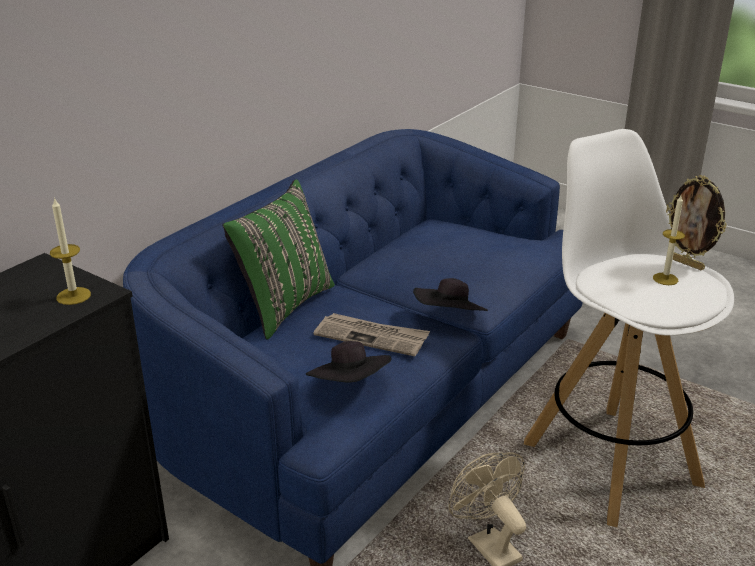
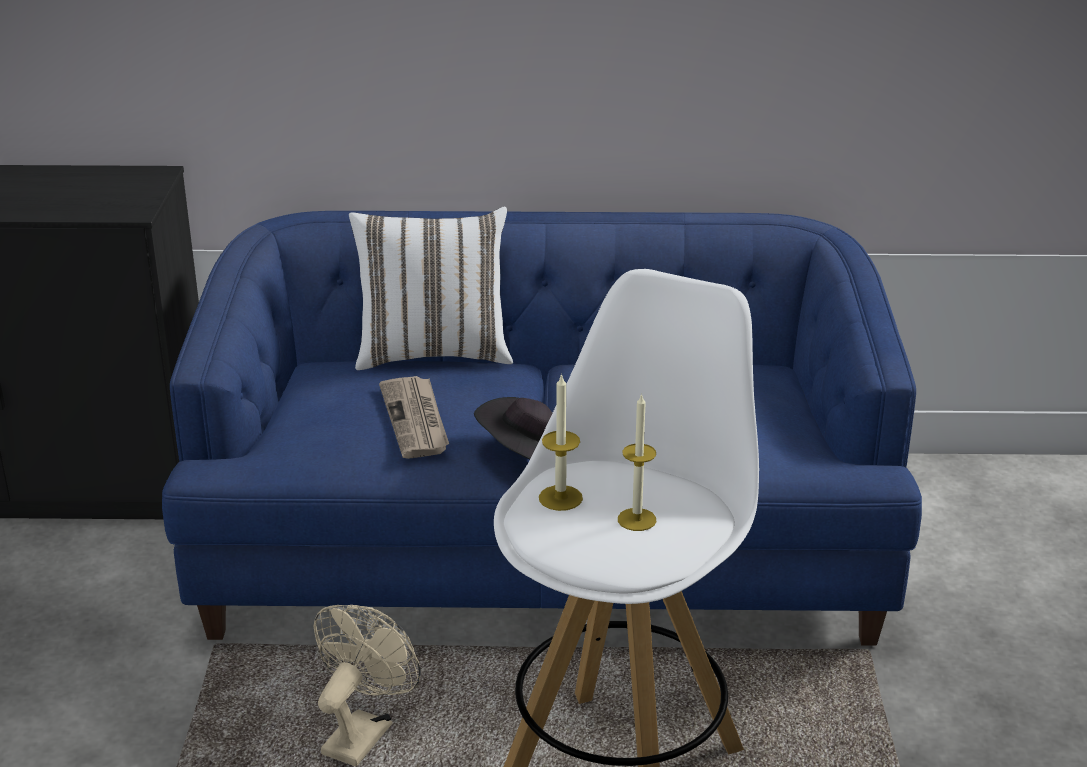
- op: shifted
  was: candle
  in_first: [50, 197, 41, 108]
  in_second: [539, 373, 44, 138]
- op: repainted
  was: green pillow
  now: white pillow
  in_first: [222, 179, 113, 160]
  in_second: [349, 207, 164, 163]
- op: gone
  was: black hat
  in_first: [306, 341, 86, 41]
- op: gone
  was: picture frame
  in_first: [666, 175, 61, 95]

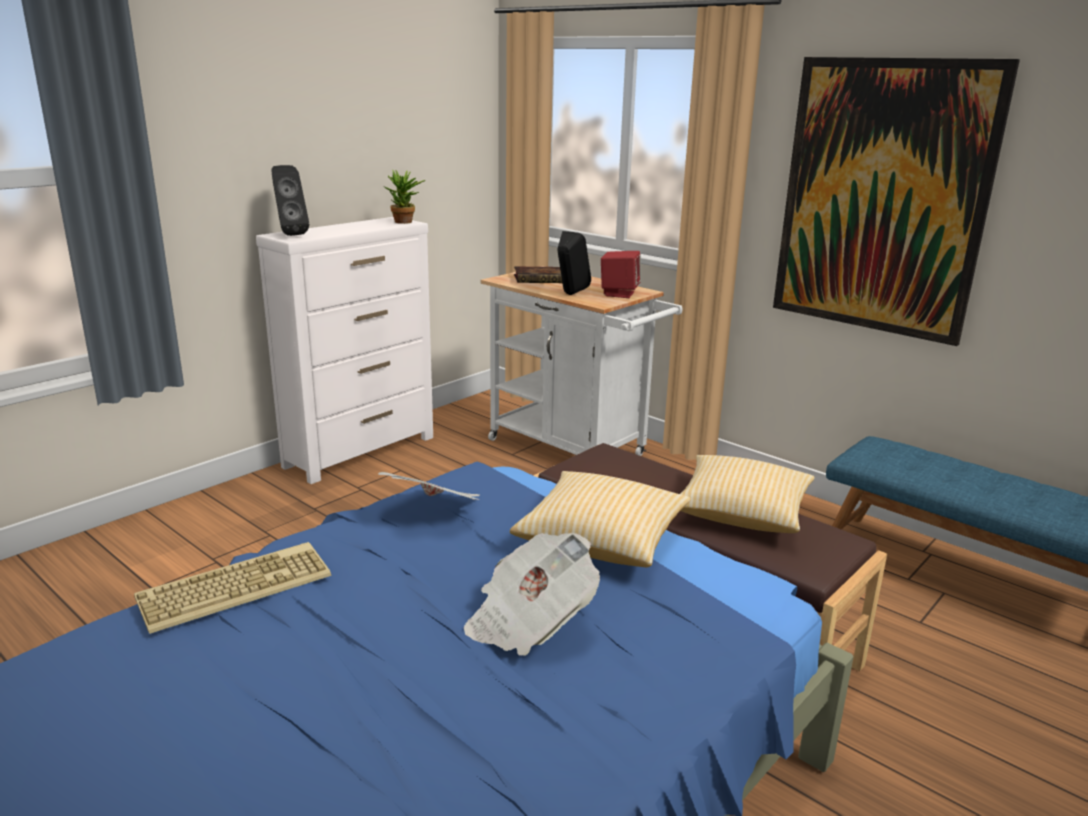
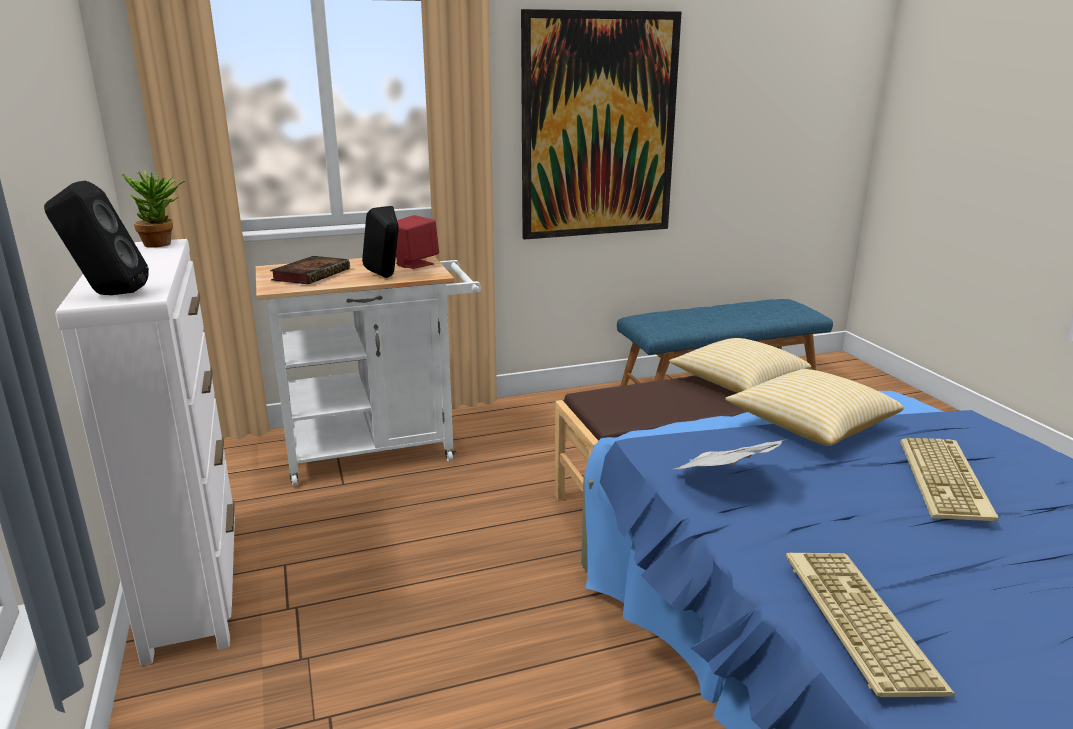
- op: swapped
  was: newspaper
  now: keyboard
  in_first: [464, 533, 136, 123]
  in_second: [900, 438, 99, 83]

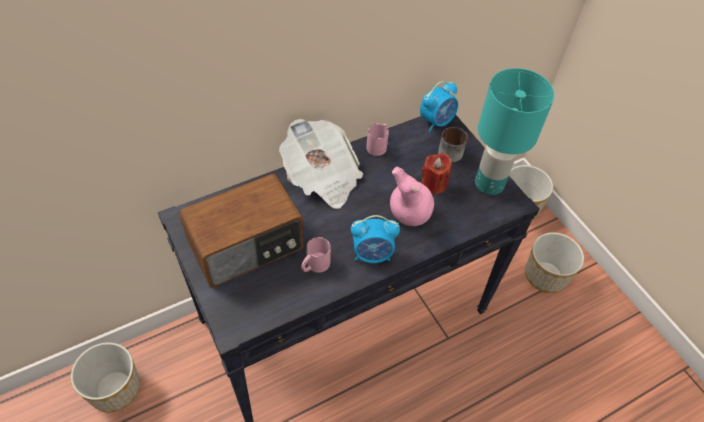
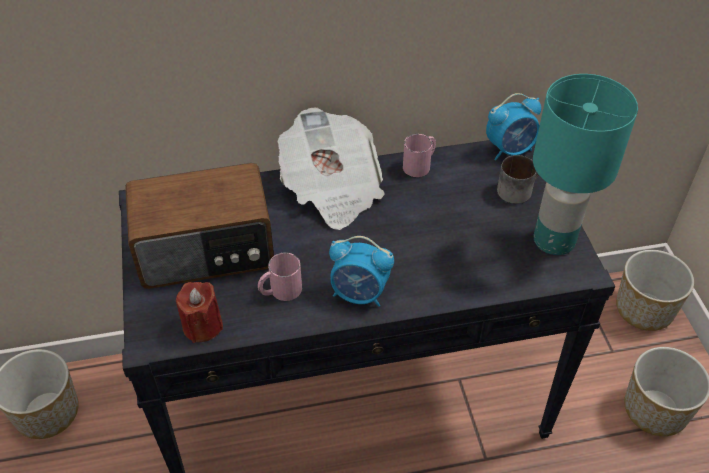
- op: gone
  was: pink vase
  in_first: [390, 167, 44, 59]
- op: shifted
  was: red candle
  in_first: [421, 153, 31, 42]
  in_second: [176, 282, 47, 61]

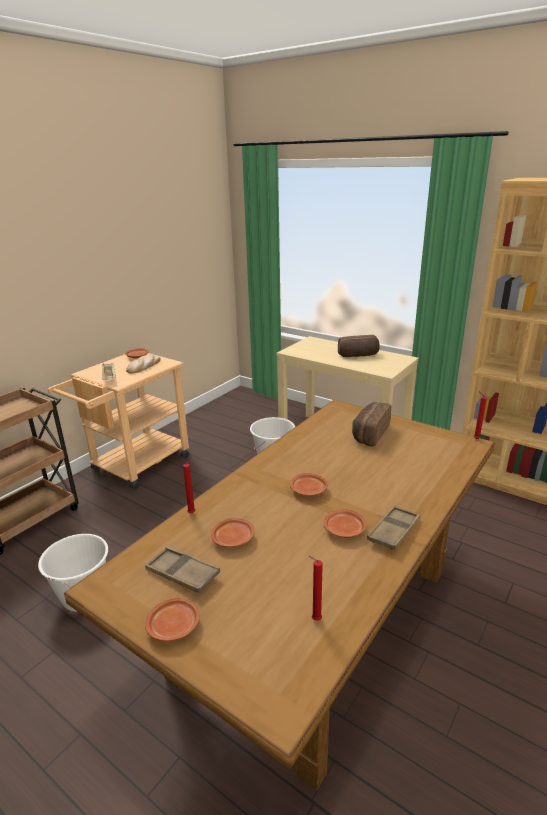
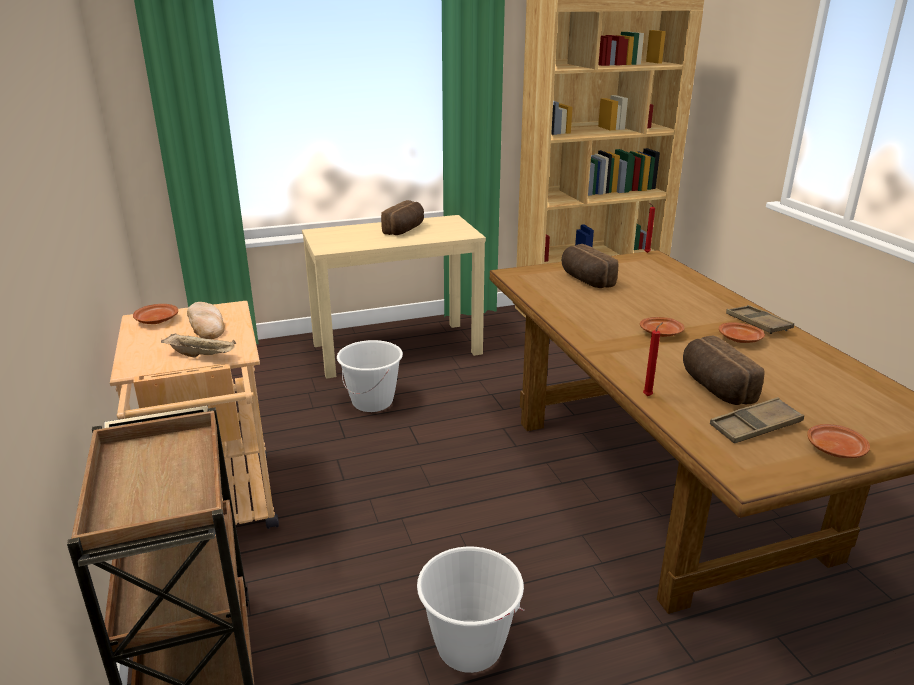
- op: swapped
  was: brown plate
  now: bread
  in_first: [211, 518, 44, 29]
  in_second: [683, 336, 81, 69]
- op: gone
  was: red candle
  in_first: [309, 556, 14, 65]

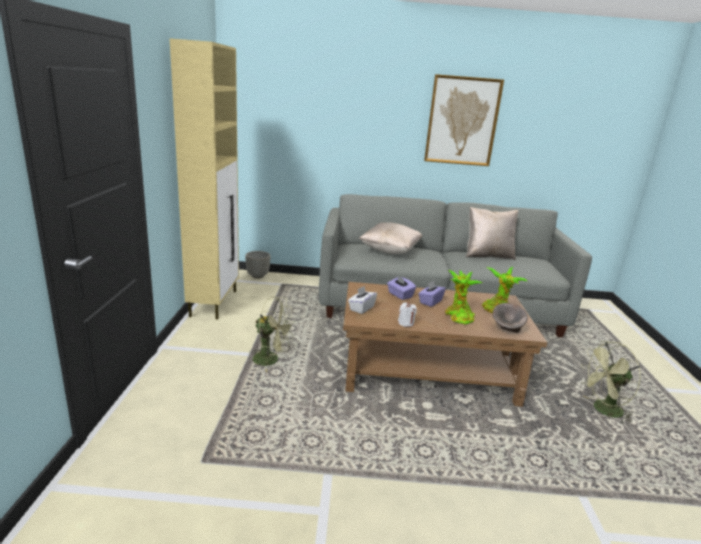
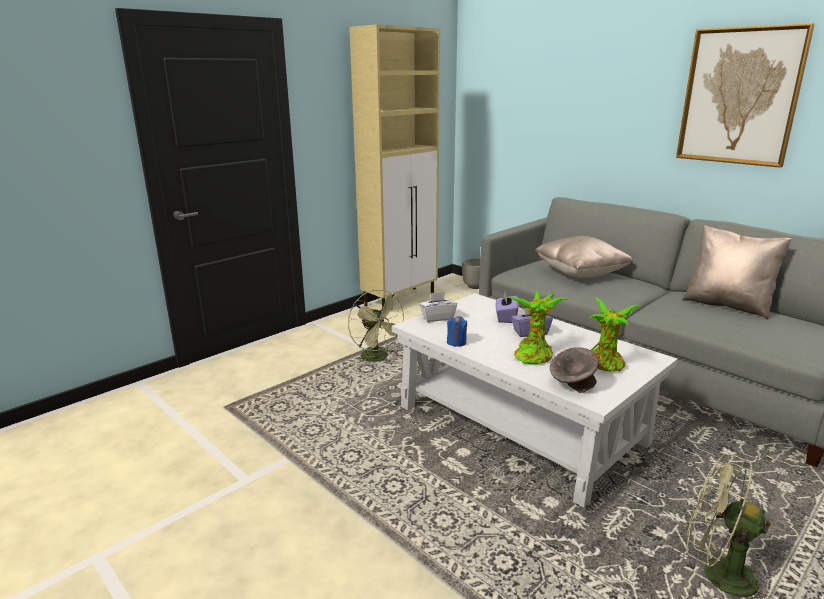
- op: repainted
  was: brown coffee table
  now: white coffee table
  in_first: [343, 282, 204, 125]
  in_second: [392, 293, 286, 215]
- op: repainted
  was: white candle
  now: blue candle
  in_first: [398, 302, 19, 25]
  in_second: [447, 316, 20, 30]

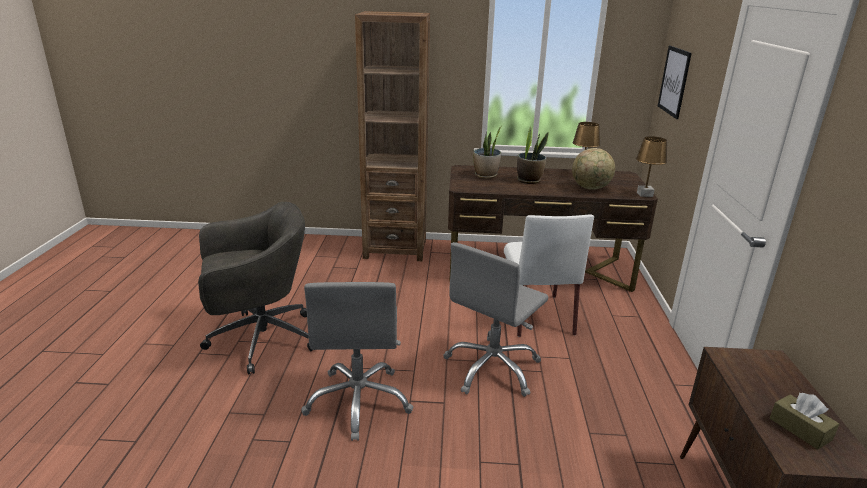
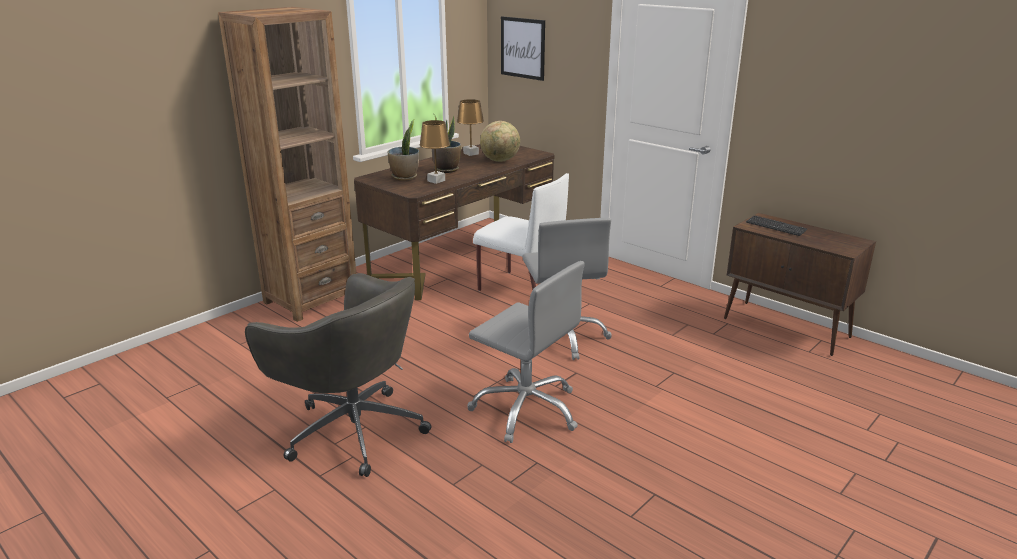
- op: rotated
  was: grey office chair
  in_first: [198, 202, 115, 172]
  in_second: [245, 273, 187, 204]
  clockwise: 105
- op: shifted
  was: brown table lamp
  in_first: [636, 136, 31, 61]
  in_second: [419, 120, 31, 64]
- op: gone
  was: brown tissue box
  in_first: [770, 393, 69, 56]
- op: new
  now: keyboard
  in_second: [746, 215, 61, 21]

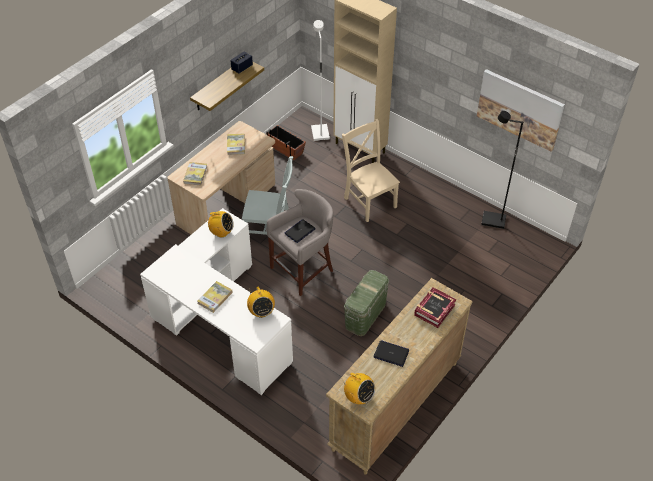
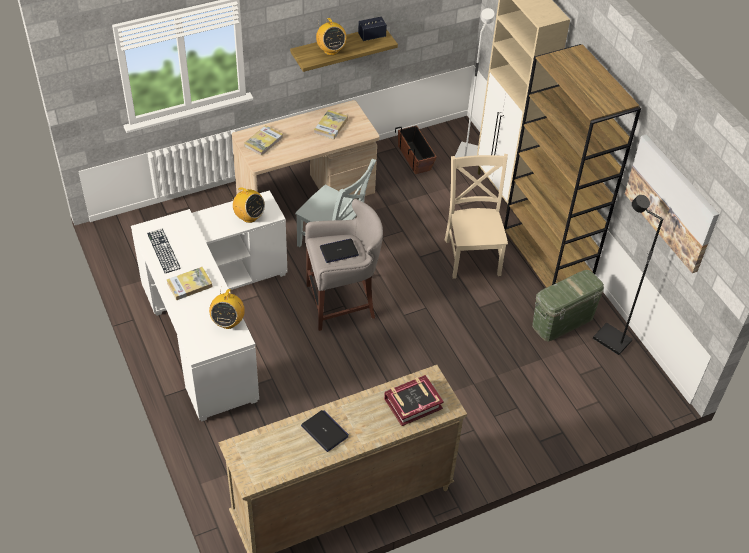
- op: shifted
  was: radio
  in_first: [342, 373, 33, 31]
  in_second: [316, 18, 31, 37]
- op: shifted
  was: green storage box
  in_first: [344, 270, 45, 66]
  in_second: [532, 270, 72, 72]
- op: new
  now: keyboard
  in_second: [147, 229, 34, 44]
- op: new
  now: brown bookcase
  in_second: [504, 44, 137, 244]

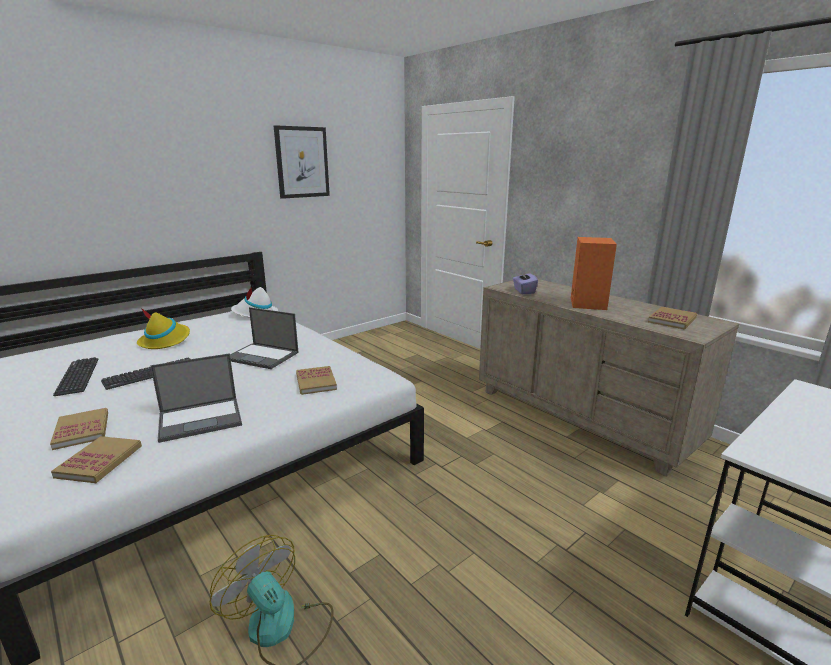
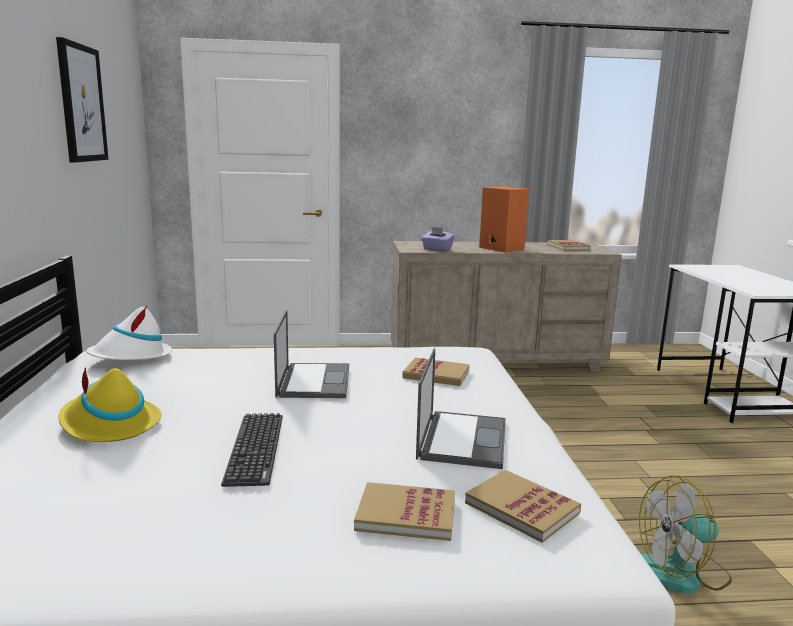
- op: gone
  was: keyboard
  in_first: [53, 357, 45, 39]
- op: rotated
  was: laptop
  in_first: [230, 307, 69, 62]
  in_second: [274, 310, 75, 88]
  clockwise: -60

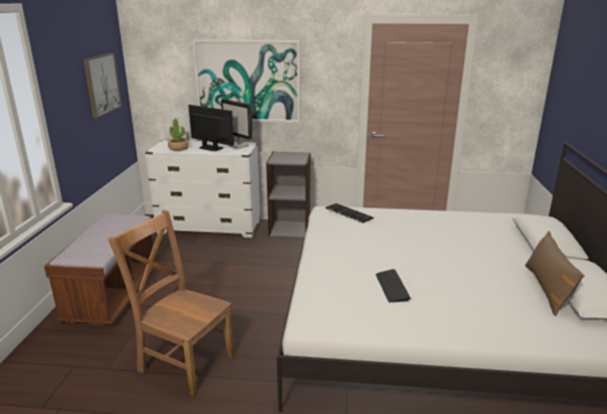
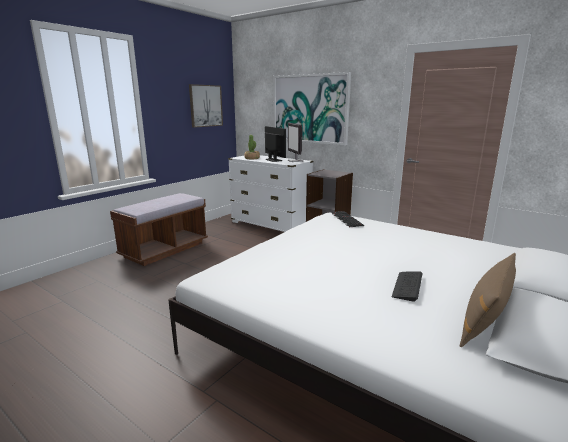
- op: gone
  was: brown chair
  in_first: [108, 210, 126, 186]
- op: shifted
  was: keyboard
  in_first: [376, 269, 34, 33]
  in_second: [392, 271, 31, 31]

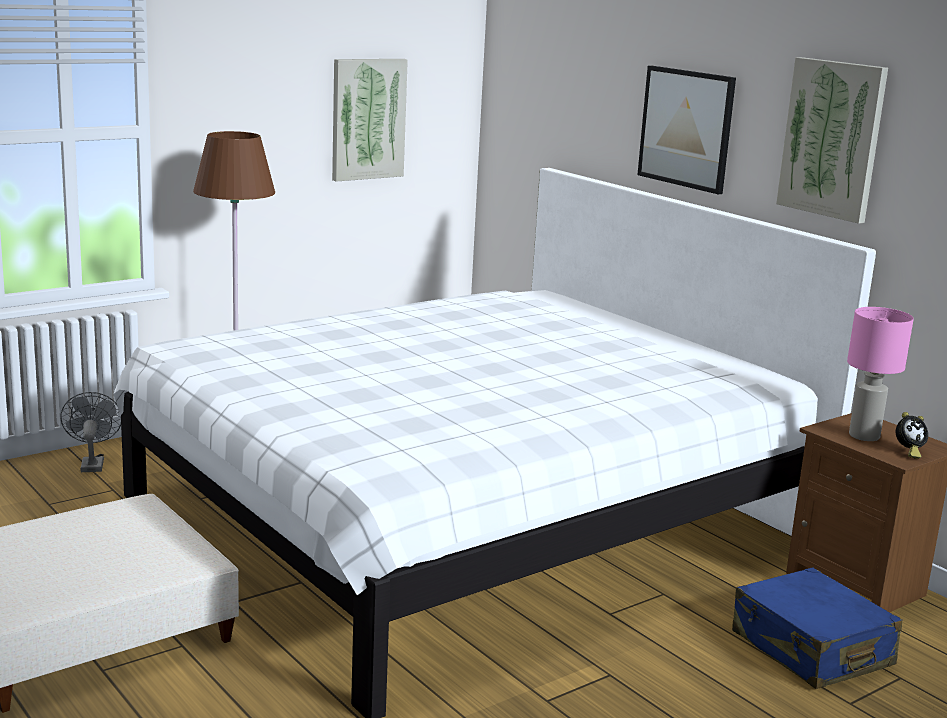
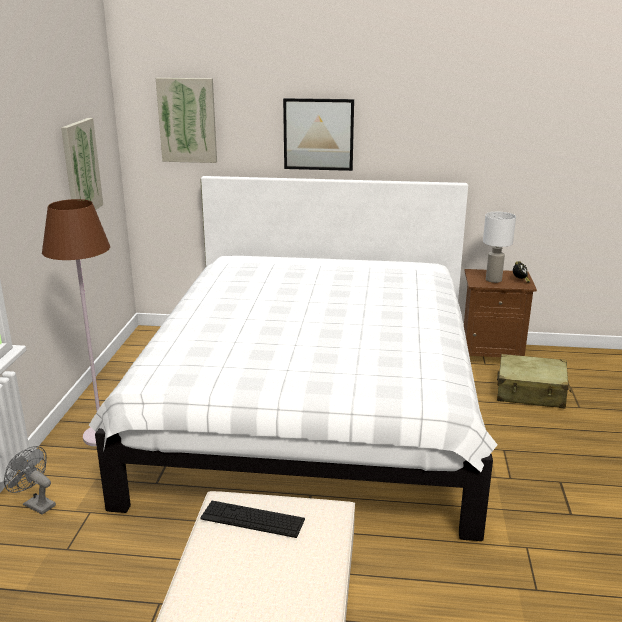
- op: repainted
  was: blue suitcase
  now: beige suitcase
  in_first: [732, 567, 171, 122]
  in_second: [497, 354, 75, 54]
- op: shifted
  was: picture
  in_first: [776, 57, 112, 167]
  in_second: [156, 78, 61, 85]
- op: repainted
  was: pink table lamp
  now: white table lamp
  in_first: [847, 307, 67, 134]
  in_second: [483, 212, 33, 71]
- op: new
  now: keyboard
  in_second: [200, 501, 105, 37]

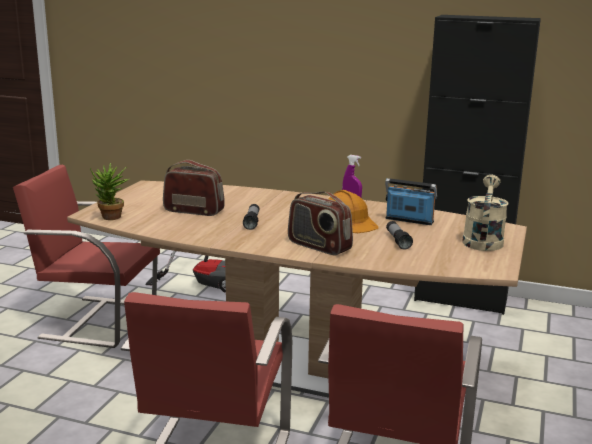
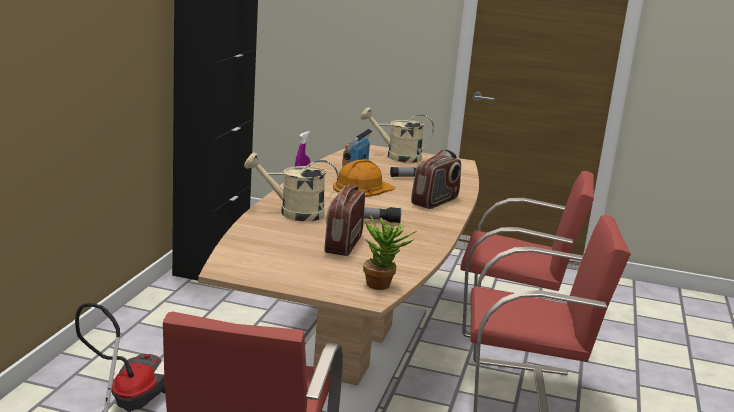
- op: new
  now: beige watering can
  in_second: [244, 152, 94, 69]

